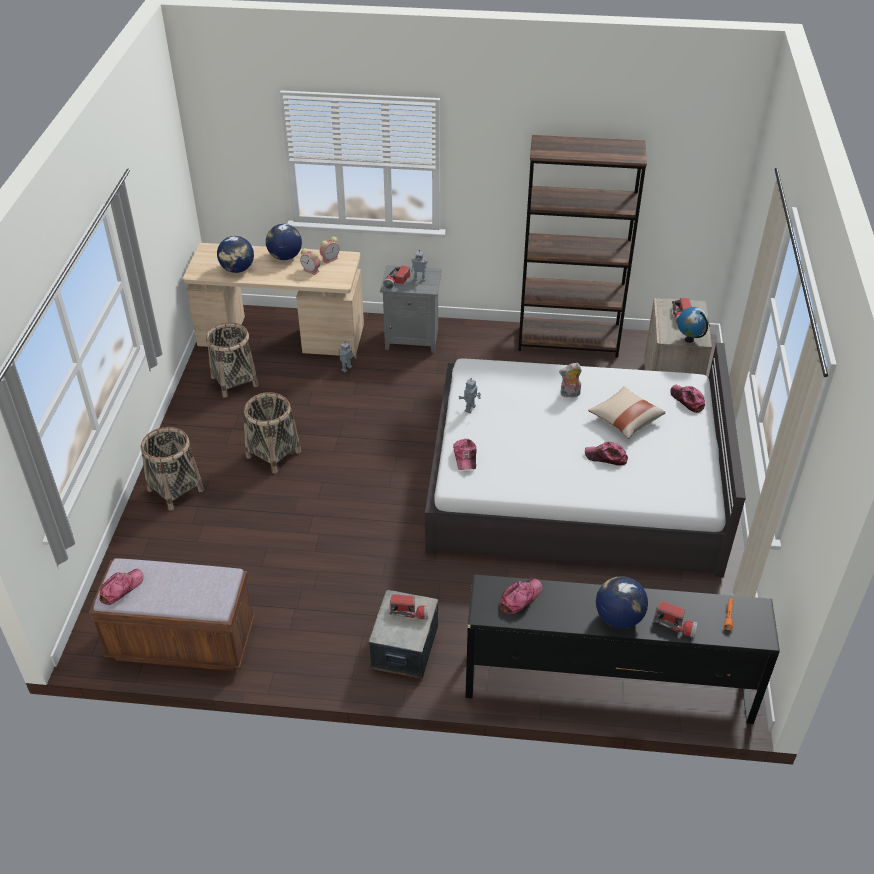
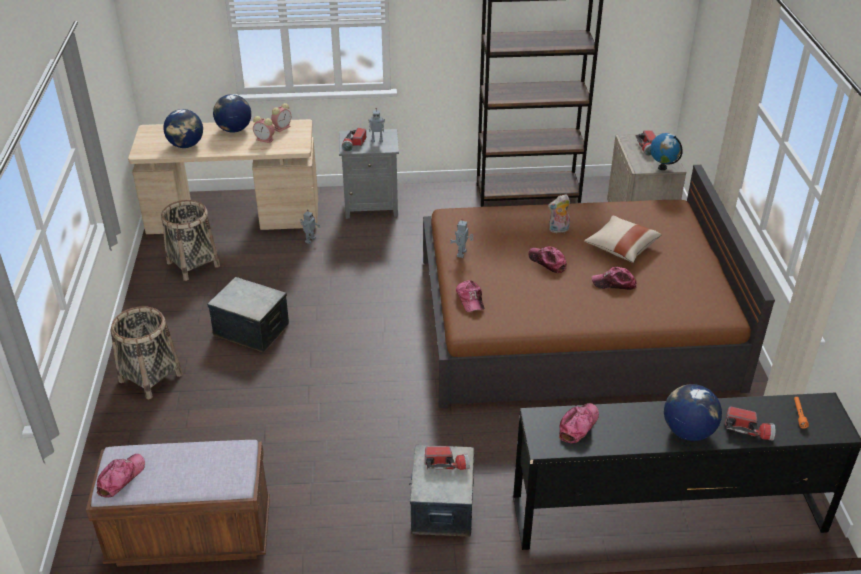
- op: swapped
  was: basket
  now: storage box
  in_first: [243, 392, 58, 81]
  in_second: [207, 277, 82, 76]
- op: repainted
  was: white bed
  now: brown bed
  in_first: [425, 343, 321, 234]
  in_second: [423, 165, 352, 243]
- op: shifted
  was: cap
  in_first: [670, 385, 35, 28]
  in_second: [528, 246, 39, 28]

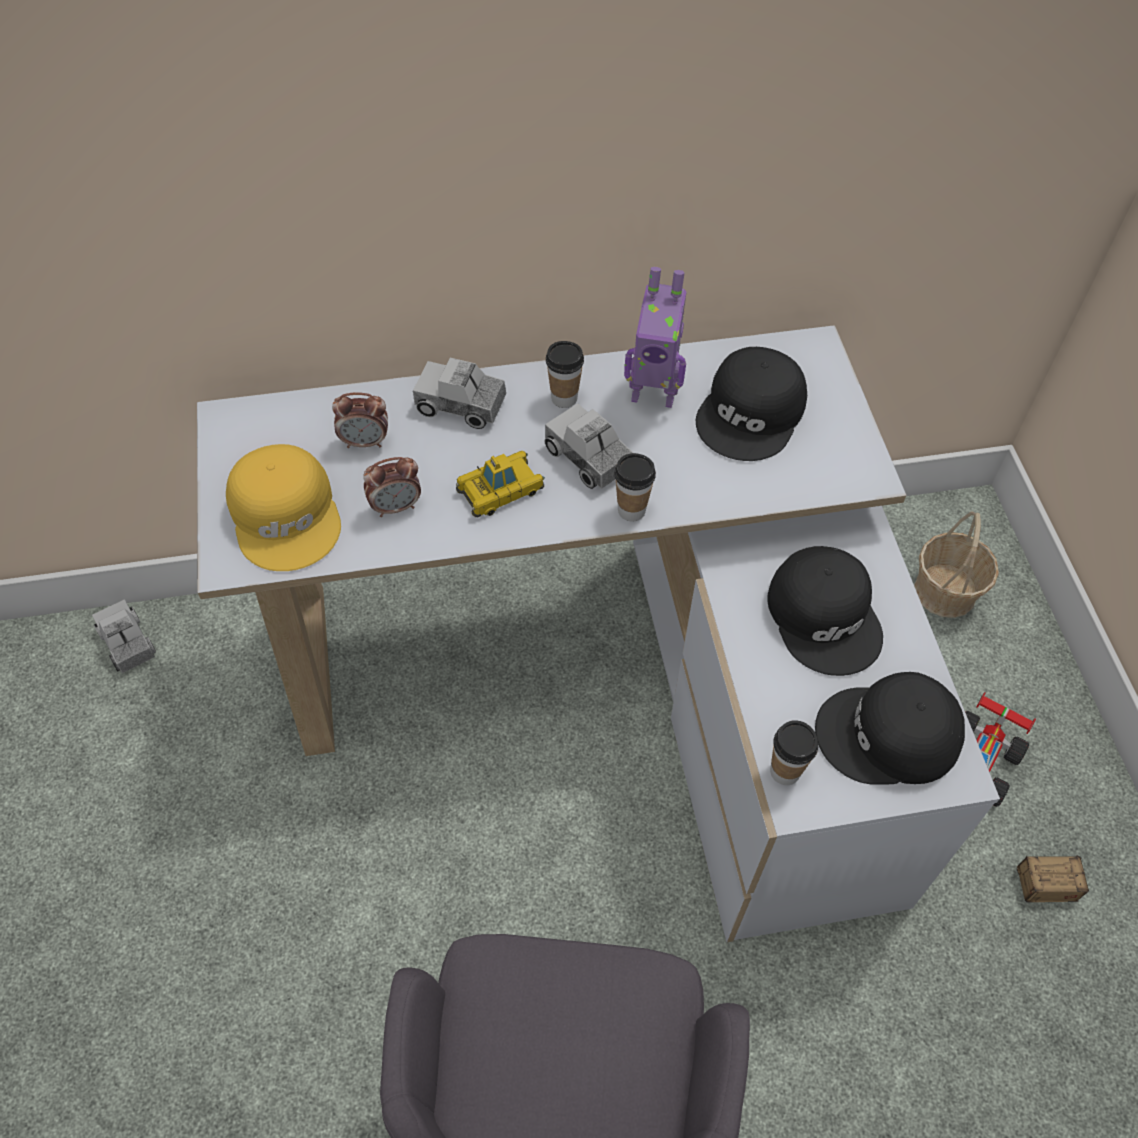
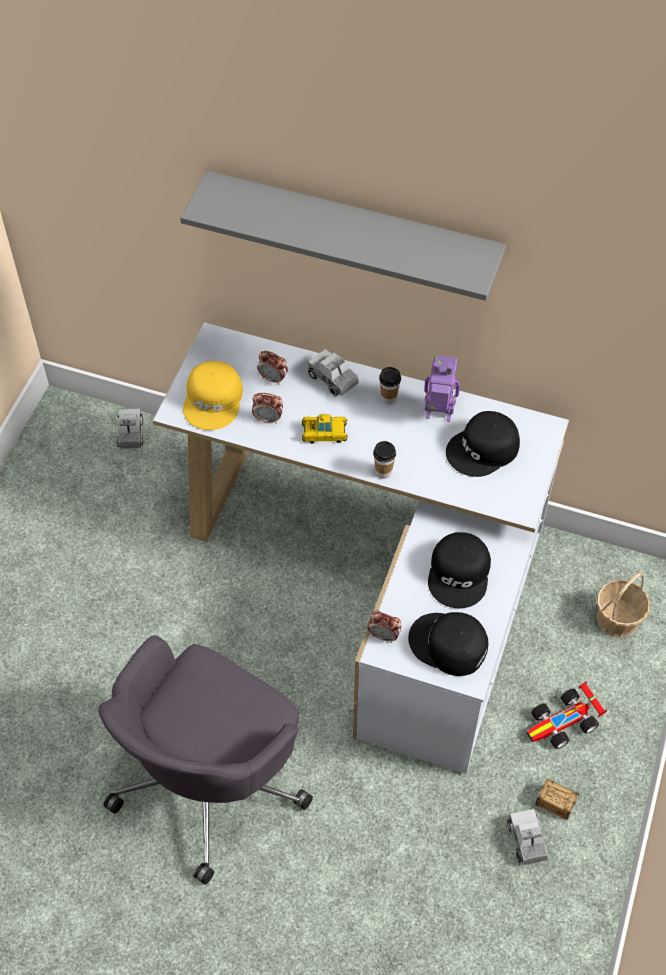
- op: shifted
  was: toy truck
  in_first: [545, 403, 88, 86]
  in_second: [507, 809, 41, 56]
- op: rotated
  was: toy robot
  in_first: [624, 267, 63, 141]
  in_second: [424, 355, 36, 67]
  clockwise: 150
- op: swapped
  was: cup
  now: alarm clock
  in_first: [770, 720, 48, 65]
  in_second: [368, 610, 34, 33]
- op: new
  now: grey shelf
  in_second: [180, 170, 326, 131]

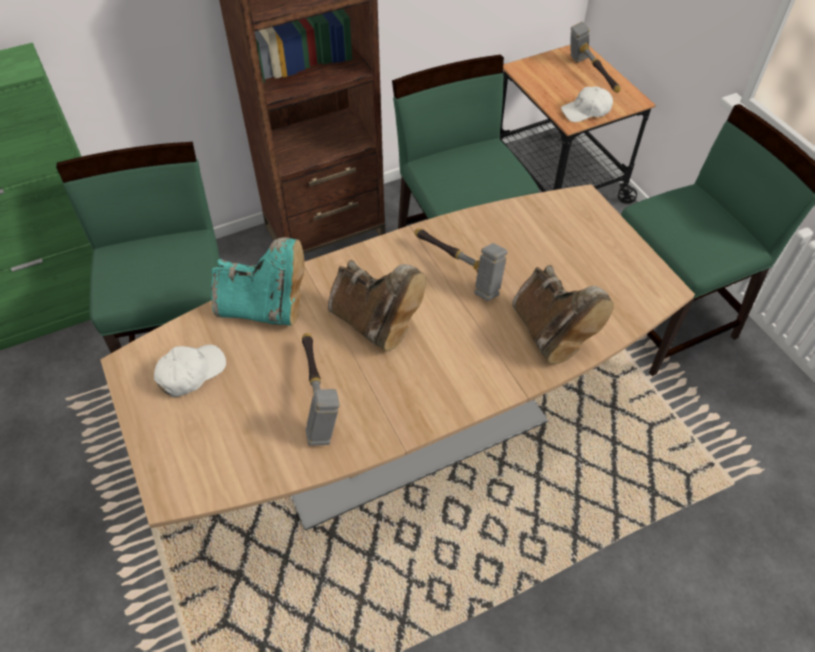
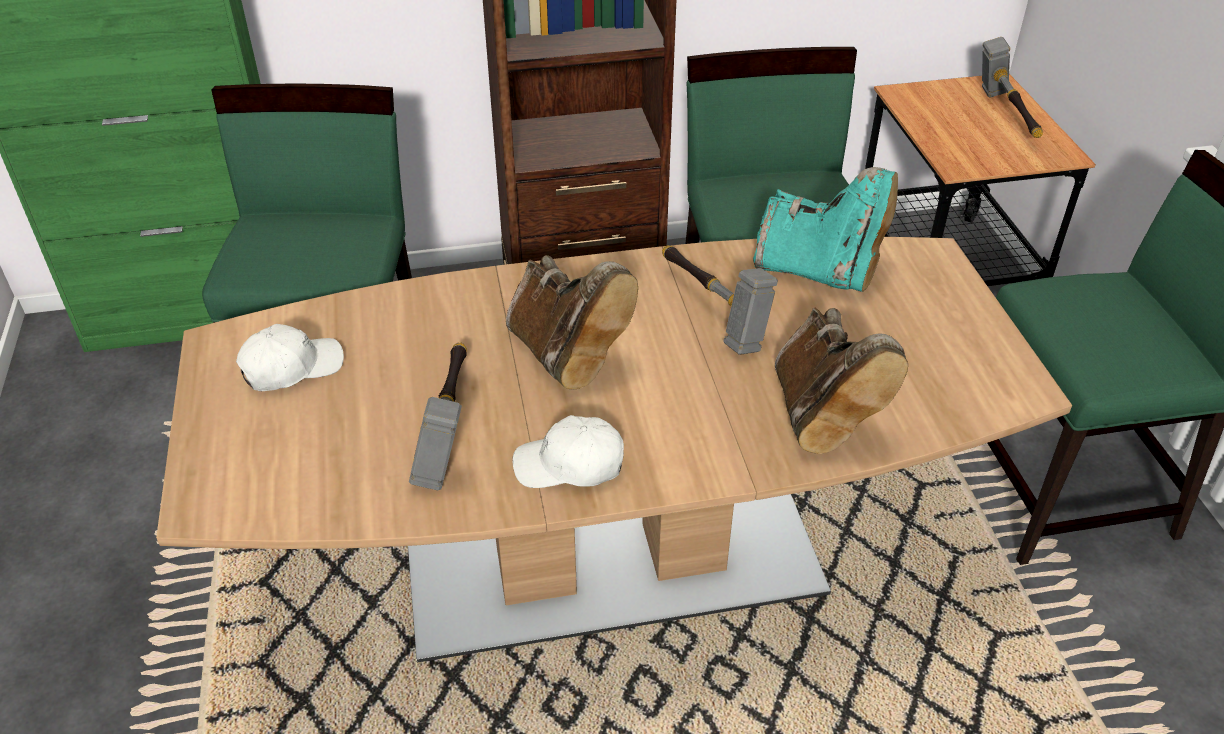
- op: shifted
  was: turquoise boot
  in_first: [211, 237, 94, 89]
  in_second: [753, 167, 145, 125]
- op: shifted
  was: white cap
  in_first: [561, 86, 52, 36]
  in_second: [512, 415, 112, 73]

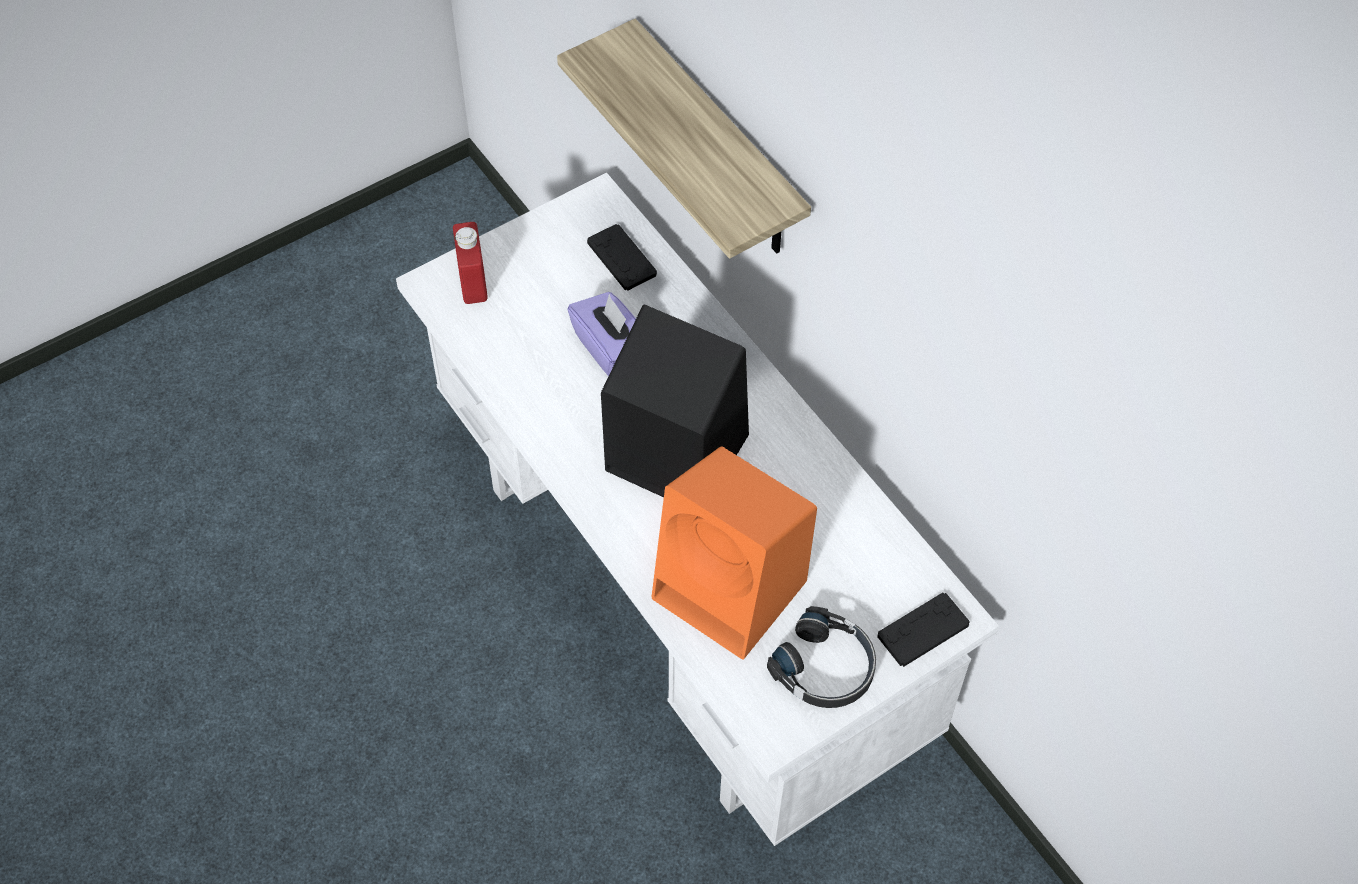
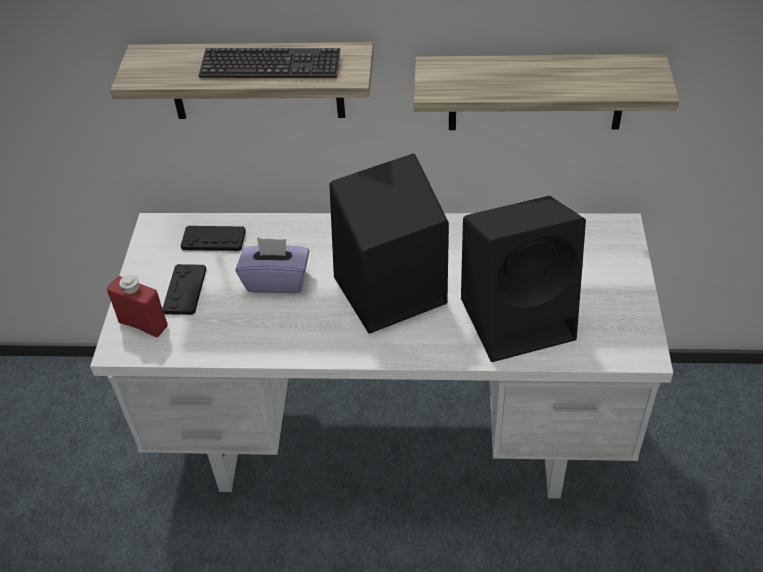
- op: repainted
  was: orange speaker
  now: black speaker
  in_first: [652, 446, 165, 214]
  in_second: [461, 196, 125, 166]
- op: gone
  was: black headphones
  in_first: [767, 606, 109, 102]
- op: shifted
  was: black game controller
  in_first: [877, 593, 93, 74]
  in_second: [162, 264, 44, 51]
- op: new
  now: keyboard
  in_second: [198, 48, 142, 30]
- op: new
  now: shelf
  in_second: [414, 54, 266, 76]

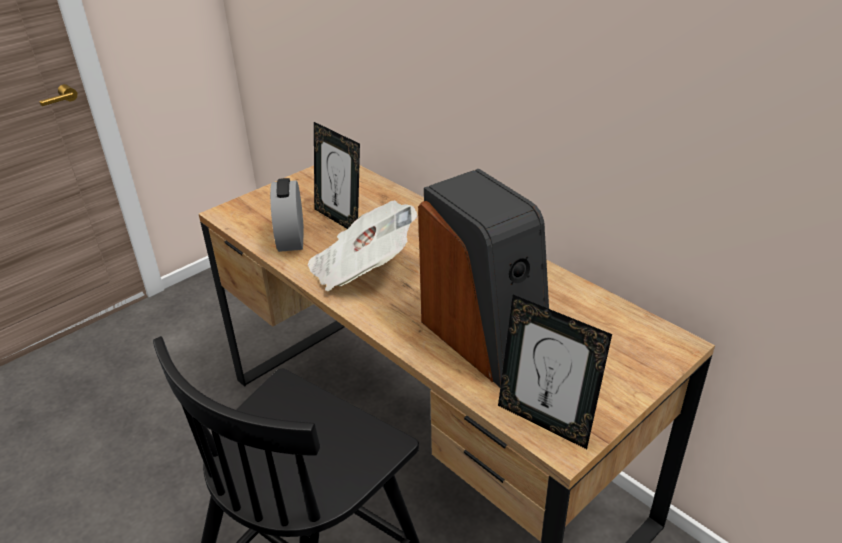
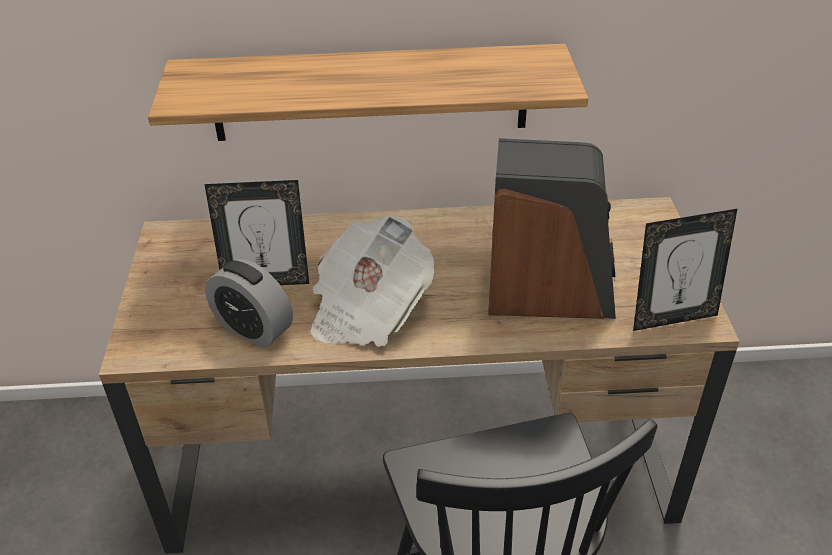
- op: new
  now: shelf
  in_second: [148, 44, 440, 97]

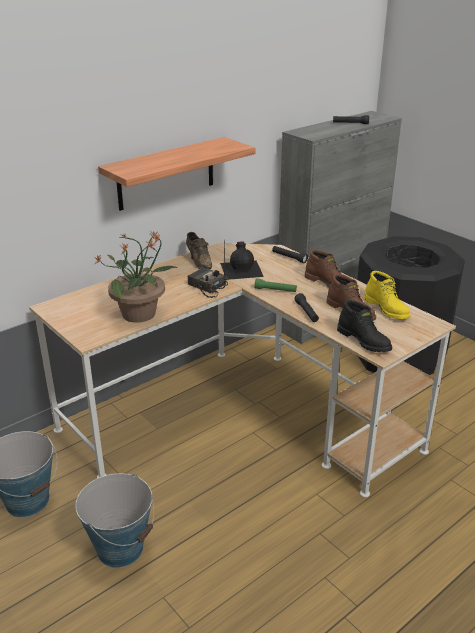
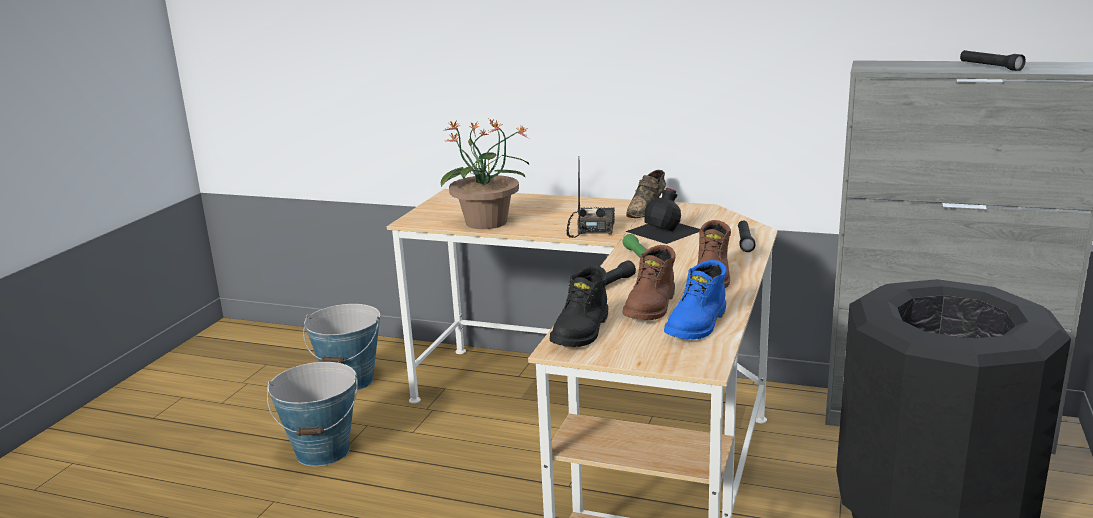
- op: gone
  was: shelf
  in_first: [98, 137, 157, 74]
- op: repainted
  was: yellow boot
  now: blue boot
  in_first: [364, 271, 47, 48]
  in_second: [664, 260, 63, 80]

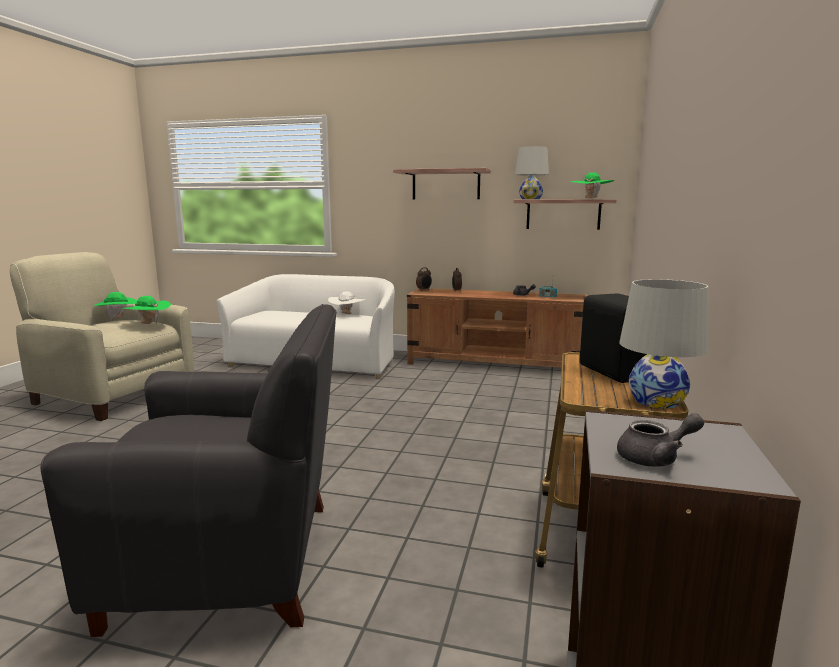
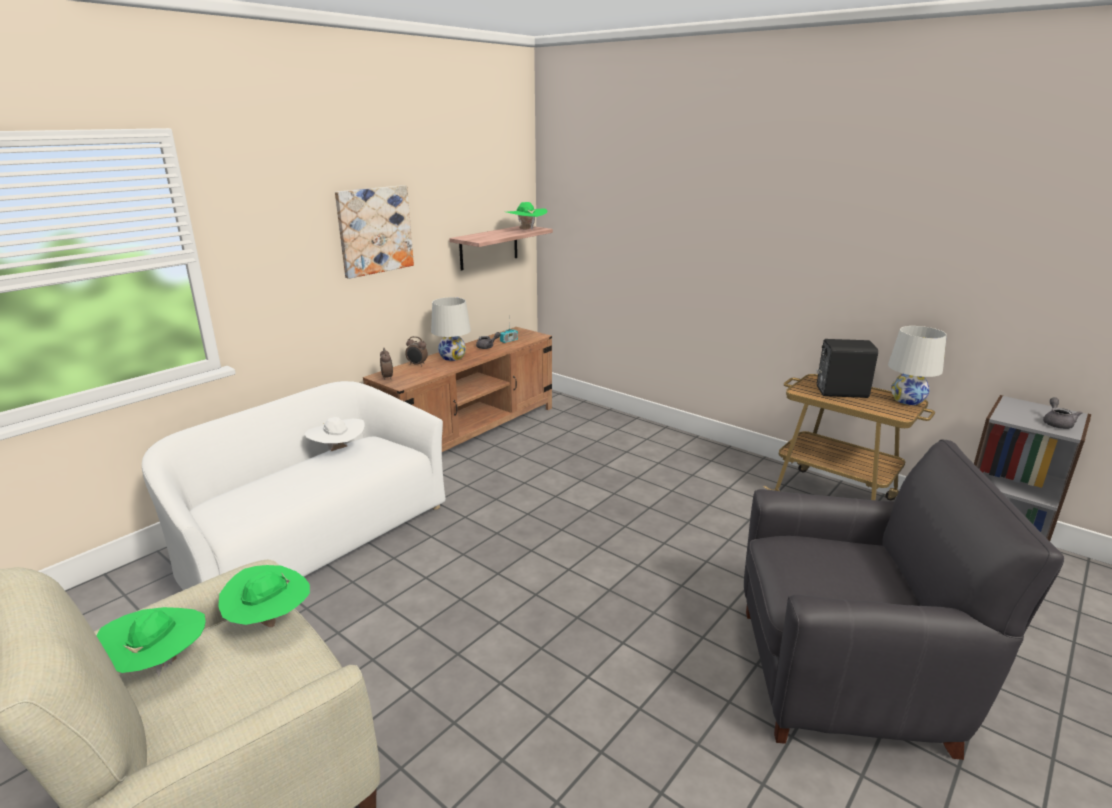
- op: rotated
  was: black armchair
  in_first: [41, 304, 295, 333]
  in_second: [744, 439, 320, 321]
  clockwise: 75
- op: swapped
  was: shelf
  now: picture
  in_first: [393, 168, 98, 31]
  in_second: [335, 185, 79, 94]
- op: shifted
  was: white table lamp
  in_first: [515, 146, 34, 53]
  in_second: [431, 297, 40, 64]

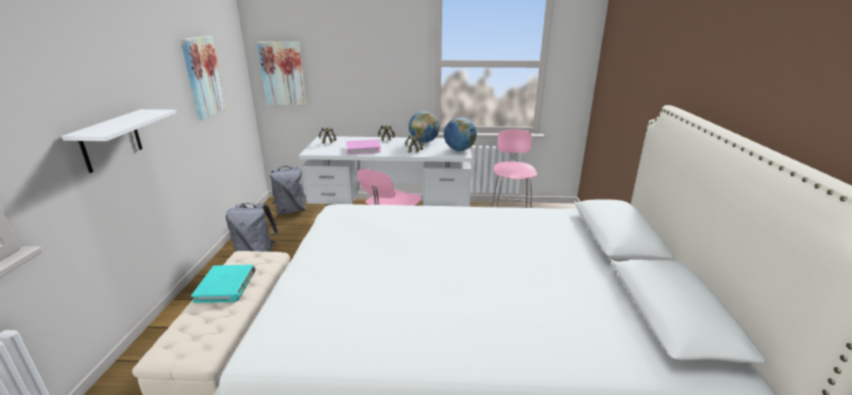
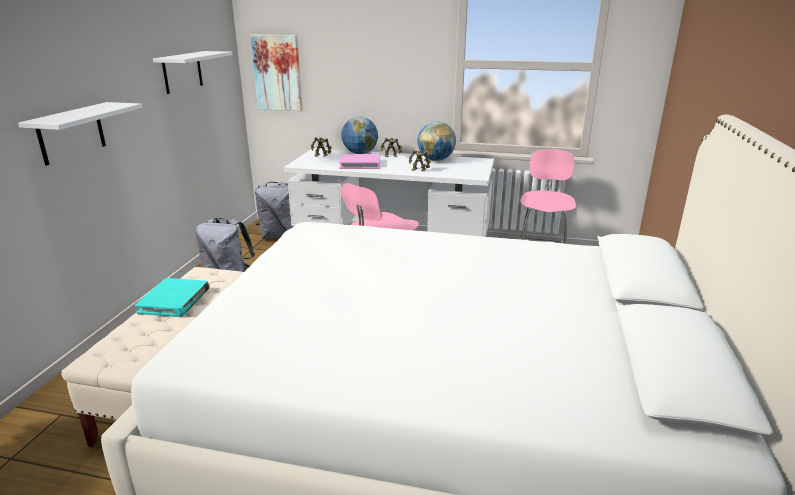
- op: swapped
  was: picture
  now: white shelf
  in_first: [180, 36, 46, 84]
  in_second: [153, 51, 79, 43]
- op: shifted
  was: globe
  in_first: [444, 117, 33, 34]
  in_second: [341, 117, 37, 37]

